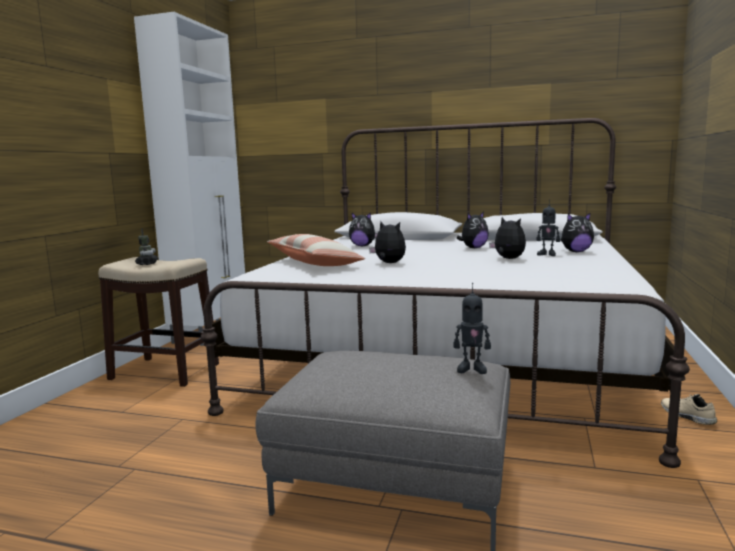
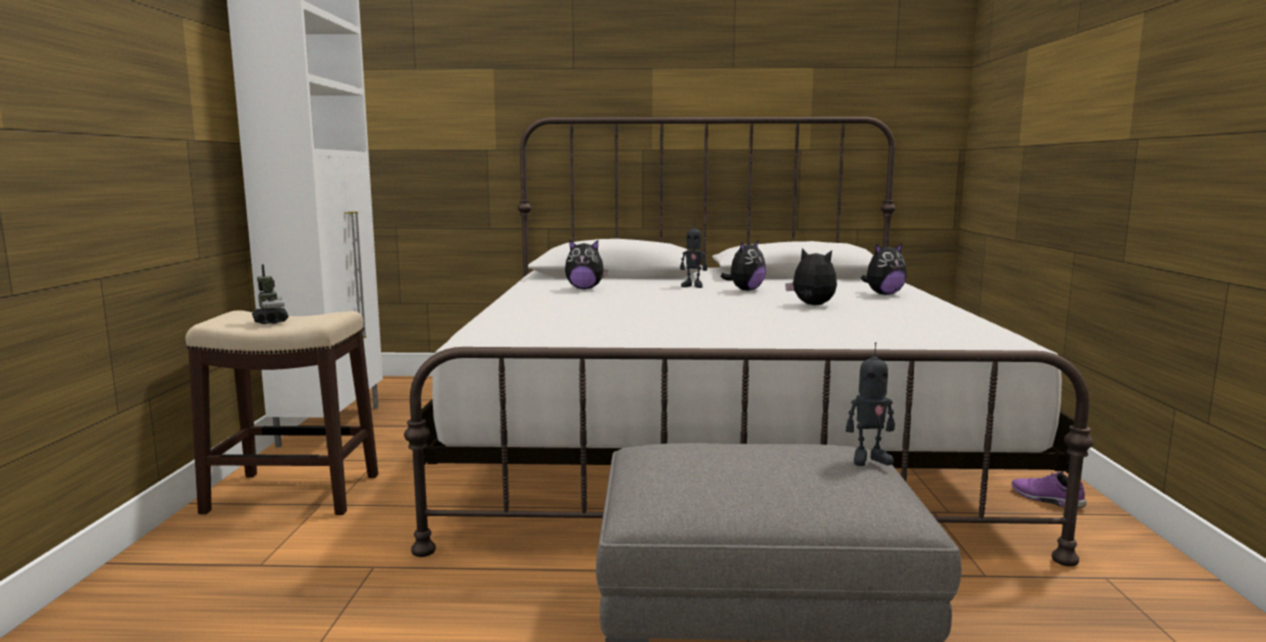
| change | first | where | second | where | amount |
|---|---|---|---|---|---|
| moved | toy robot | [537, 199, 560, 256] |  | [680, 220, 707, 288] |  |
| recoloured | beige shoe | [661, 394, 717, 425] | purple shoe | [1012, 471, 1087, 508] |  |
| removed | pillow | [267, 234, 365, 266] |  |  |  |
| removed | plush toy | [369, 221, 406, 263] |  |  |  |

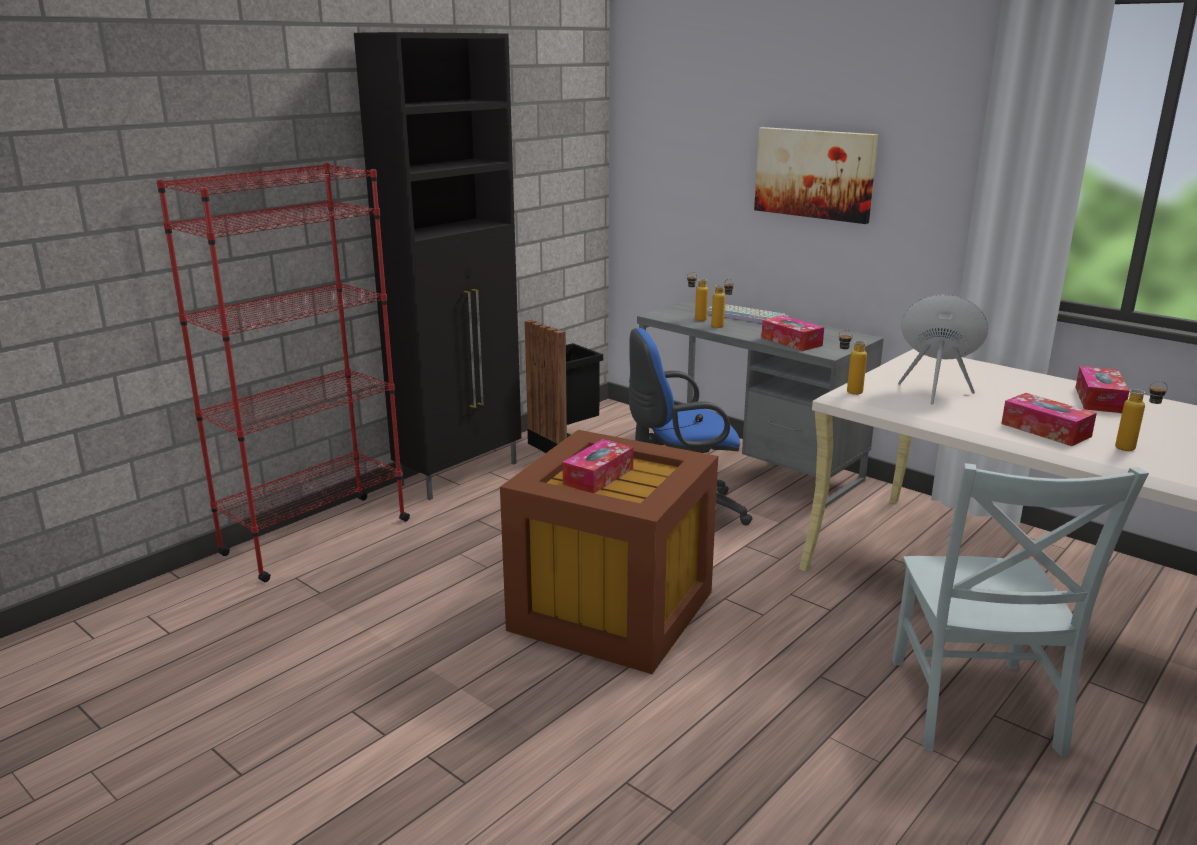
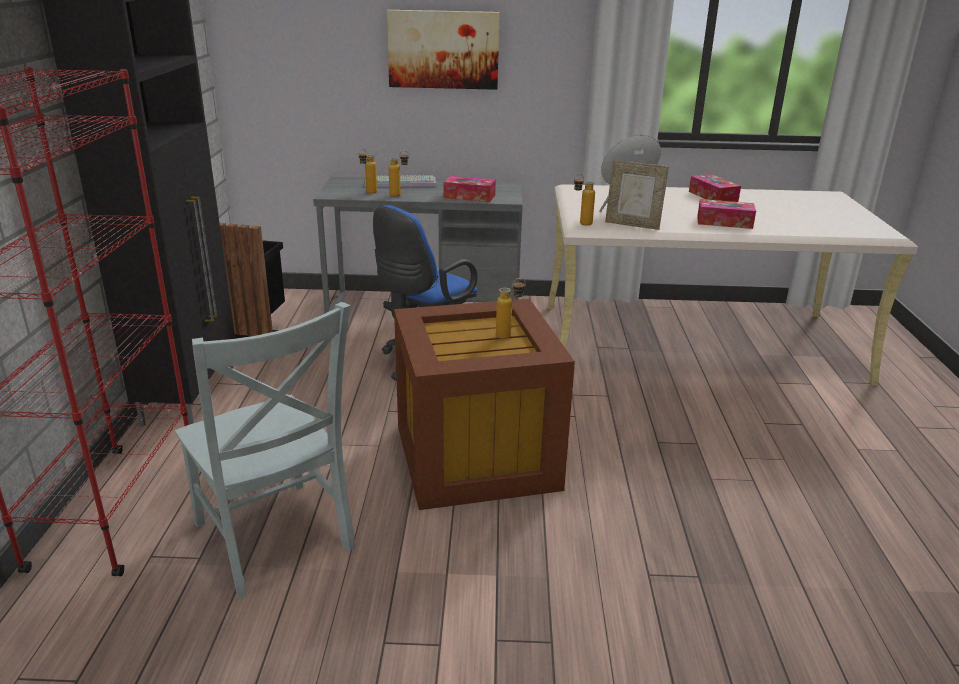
| change | first | where | second | where | amount |
|---|---|---|---|---|---|
| moved | grey chair | [892, 463, 1149, 756] |  | [175, 302, 356, 599] |  |
| moved | bottle | [1115, 381, 1168, 451] |  | [496, 278, 525, 339] |  |
| added |  |  | picture frame | [605, 160, 669, 230] |  |
| removed | tissue box | [562, 439, 633, 493] |  |  |  |

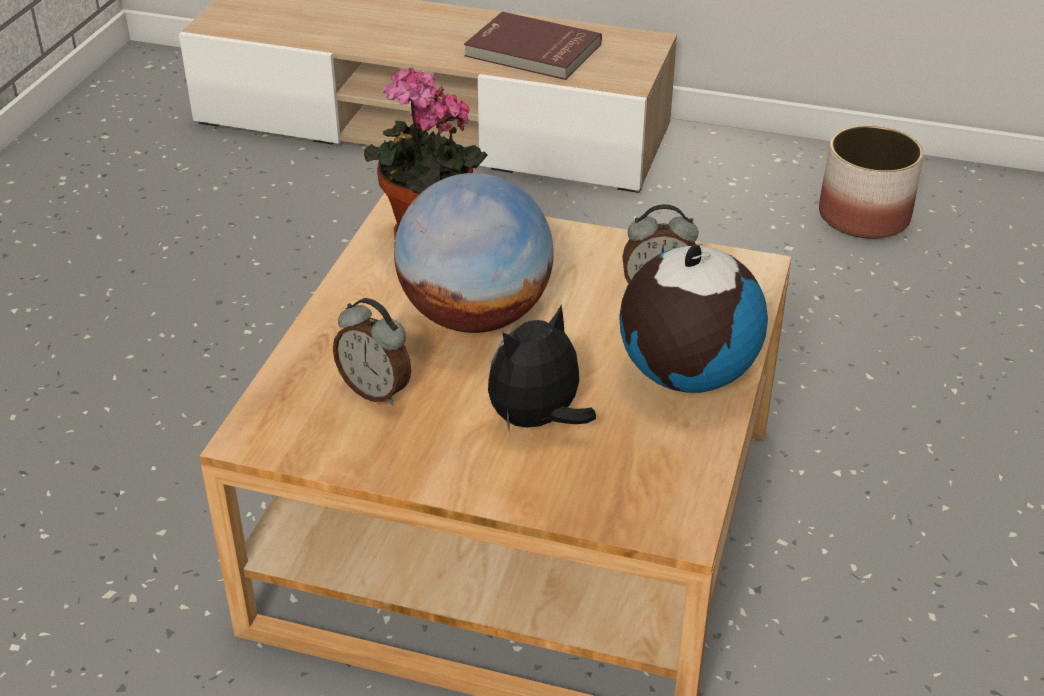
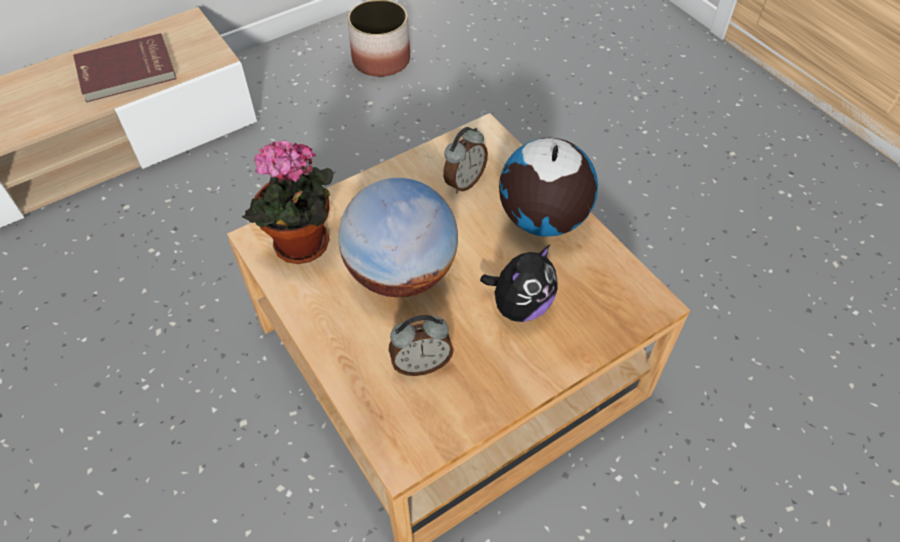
| change | first | where | second | where | amount |
|---|---|---|---|---|---|
| turned | plush toy | [488, 304, 596, 434] |  | [480, 244, 558, 322] | 135 degrees counterclockwise |

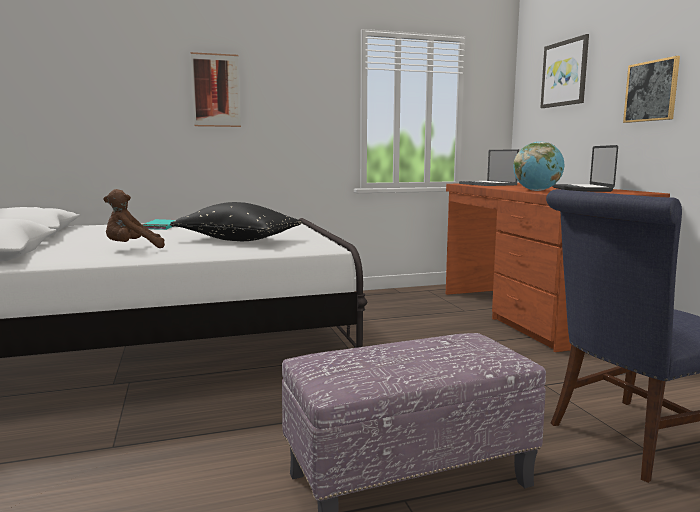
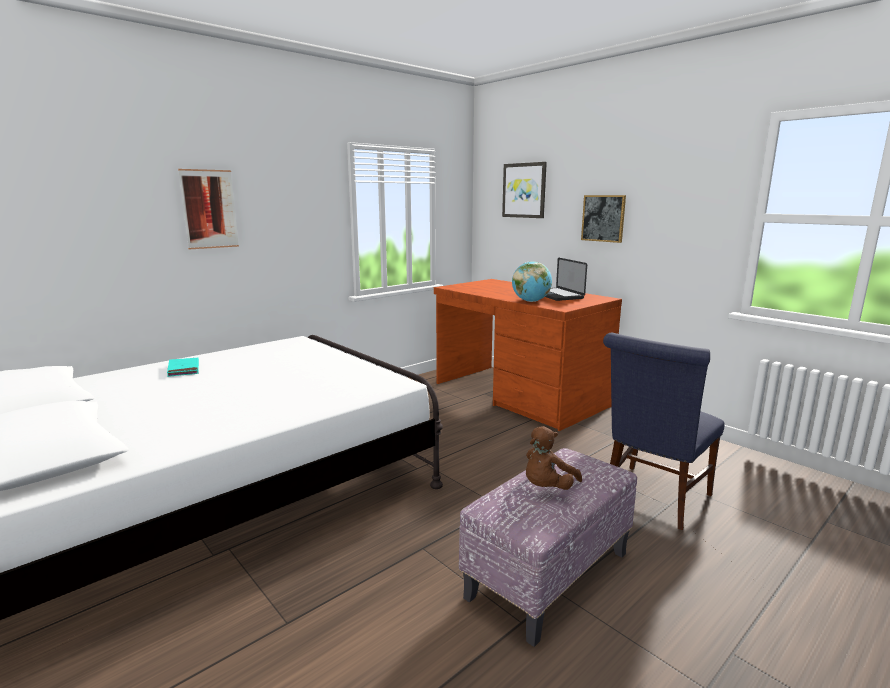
| change | first | where | second | where | amount |
|---|---|---|---|---|---|
| moved | brown plush toy | [103, 189, 165, 248] |  | [526, 426, 582, 490] |  |
| removed | black pillow | [170, 202, 303, 241] |  |  |  |
| removed | laptop | [459, 149, 519, 186] |  |  |  |

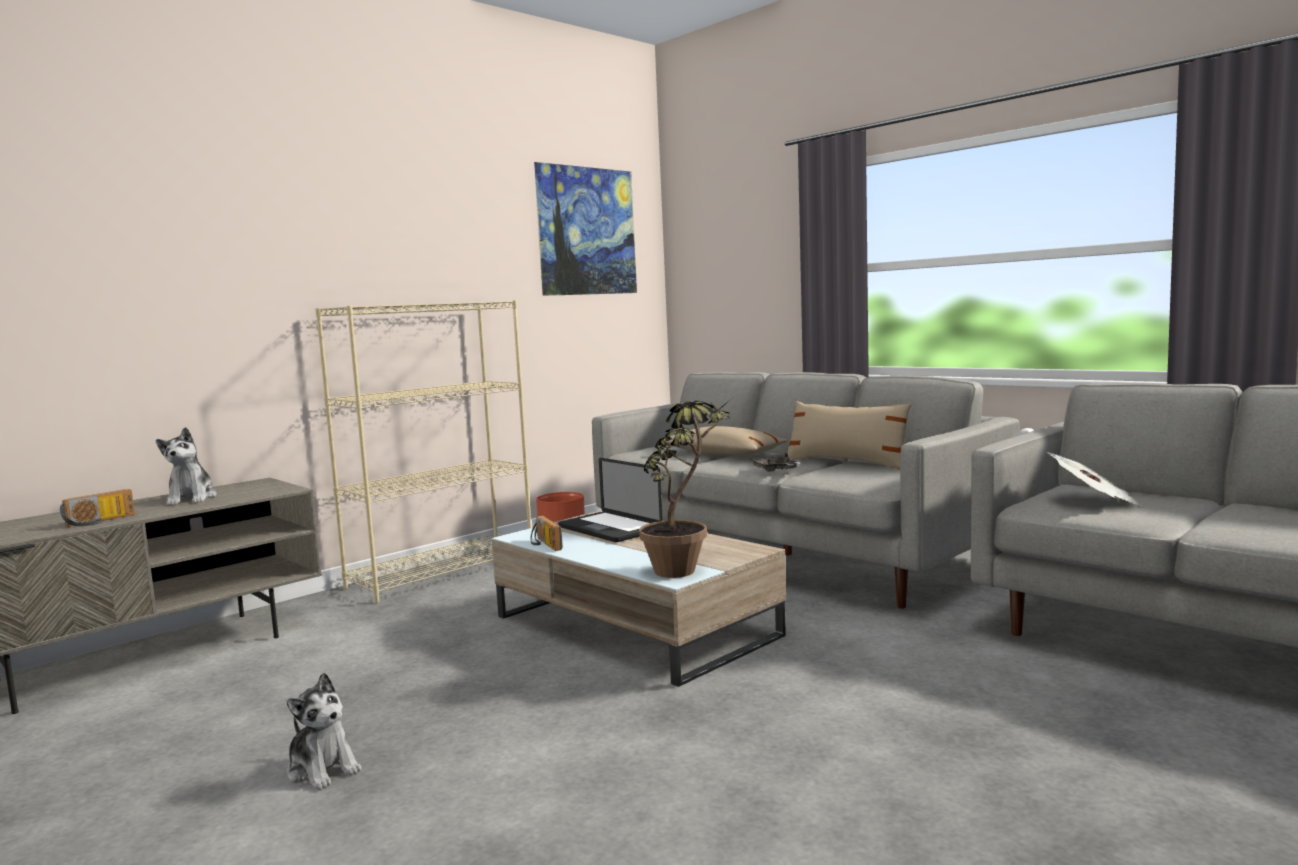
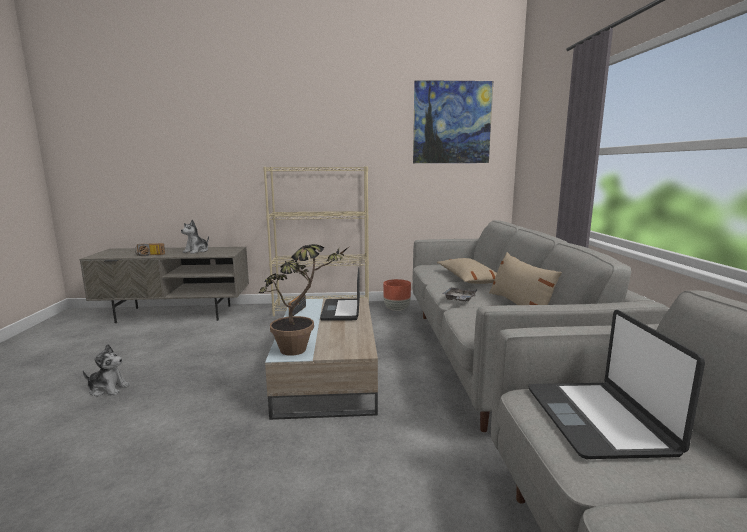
| change | first | where | second | where | amount |
|---|---|---|---|---|---|
| turned | plush toy | [287, 672, 362, 790] |  | [83, 344, 130, 397] | 75 degrees counterclockwise |
| replaced | newspaper | [1046, 452, 1143, 507] | laptop | [528, 310, 705, 459] |  |

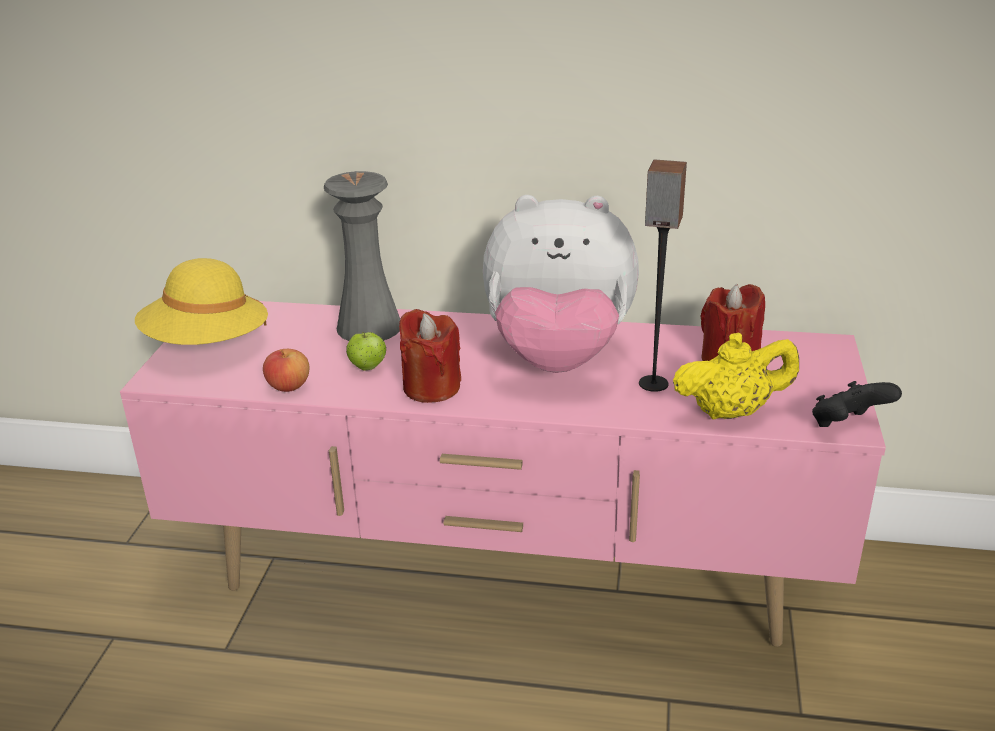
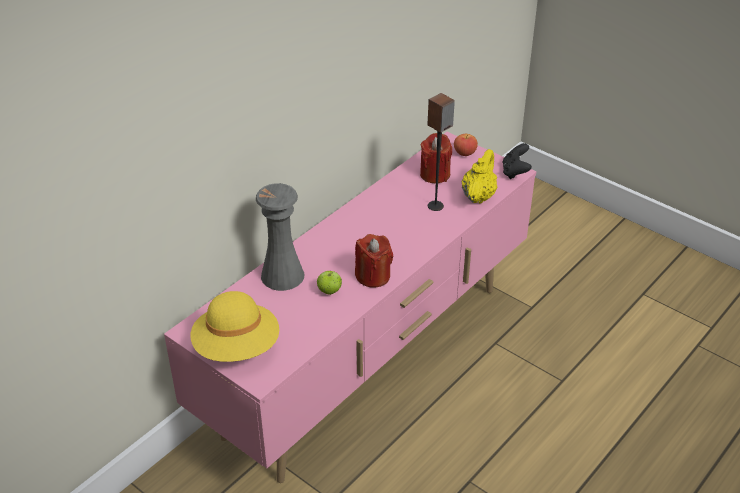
| change | first | where | second | where | amount |
|---|---|---|---|---|---|
| moved | apple | [263, 349, 310, 392] |  | [454, 134, 478, 156] |  |
| removed | plush toy | [483, 195, 639, 373] |  |  |  |

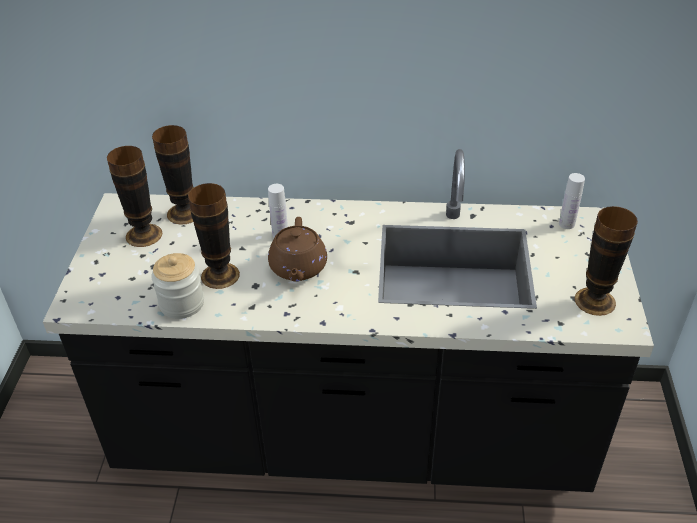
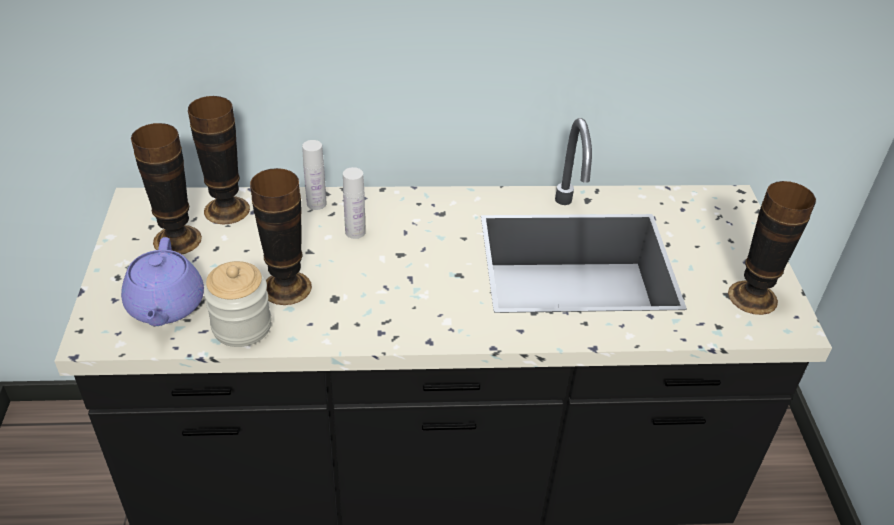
| change | first | where | second | where | amount |
|---|---|---|---|---|---|
| added |  |  | purple teapot | [121, 237, 204, 326] |  |
| moved | white bottle | [559, 173, 585, 229] |  | [302, 140, 326, 210] |  |
| removed | brown teapot | [268, 217, 327, 282] |  |  |  |

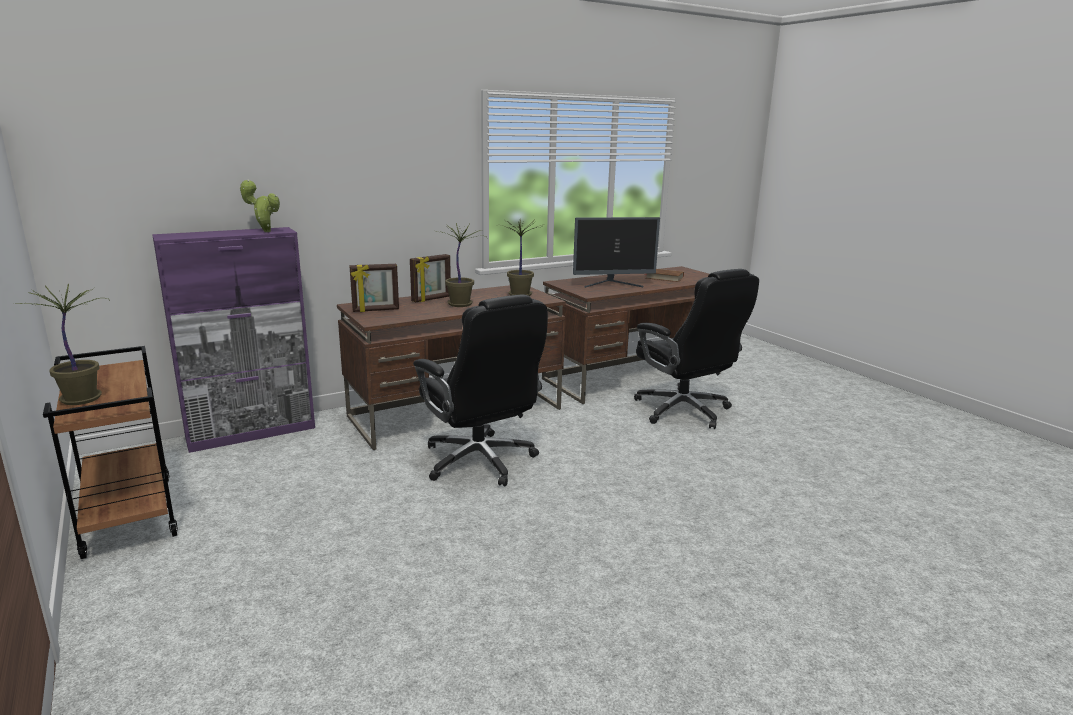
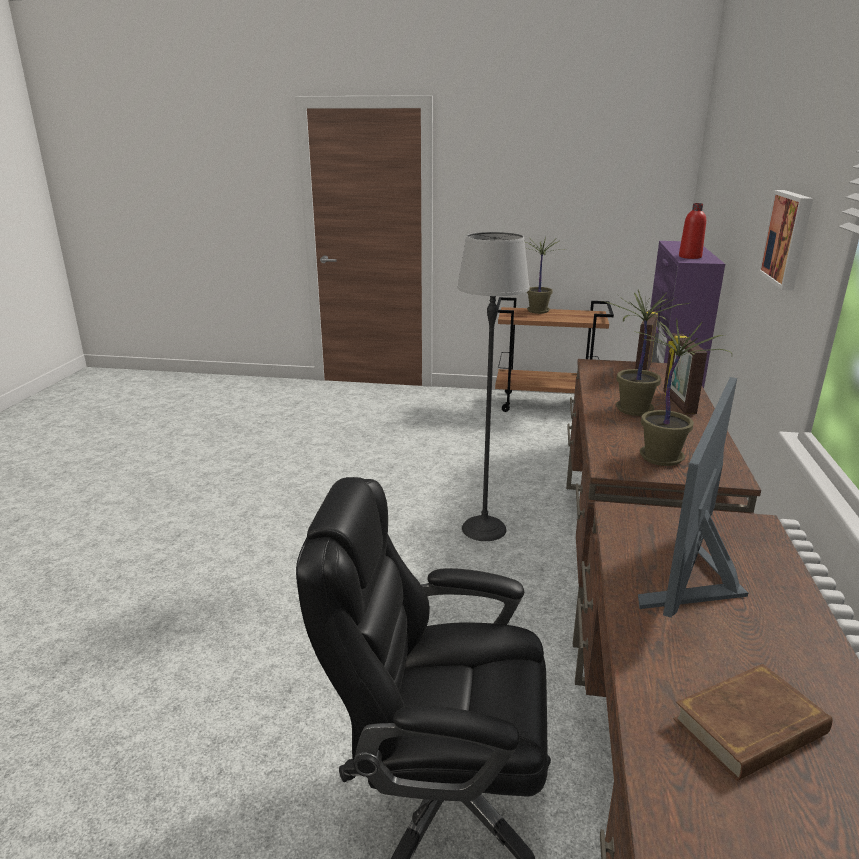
| change | first | where | second | where | amount |
|---|---|---|---|---|---|
| replaced | black office chair | [413, 295, 548, 486] | floor lamp | [457, 232, 530, 541] |  |
| replaced | potted plant | [239, 180, 280, 232] | red bottle | [679, 203, 706, 259] |  |
| added |  |  | picture | [758, 190, 813, 290] |  |

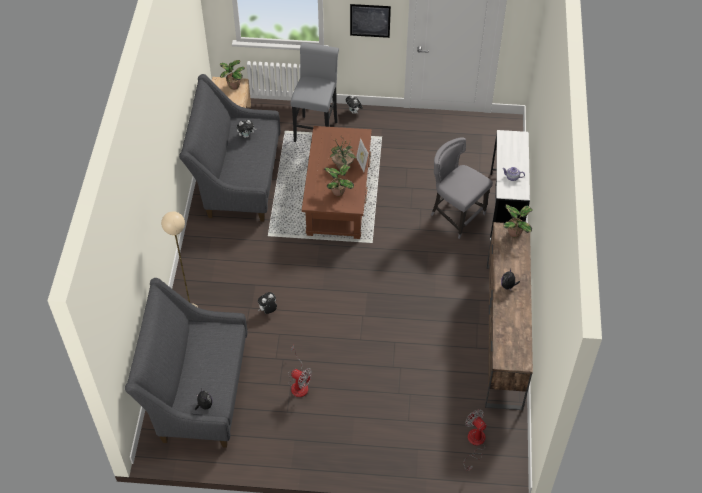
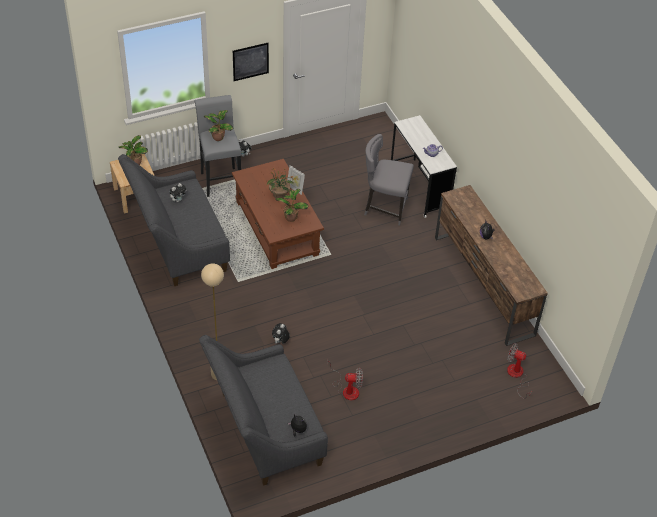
| change | first | where | second | where | amount |
|---|---|---|---|---|---|
| moved | potted plant | [503, 205, 533, 237] |  | [204, 110, 233, 141] |  |

